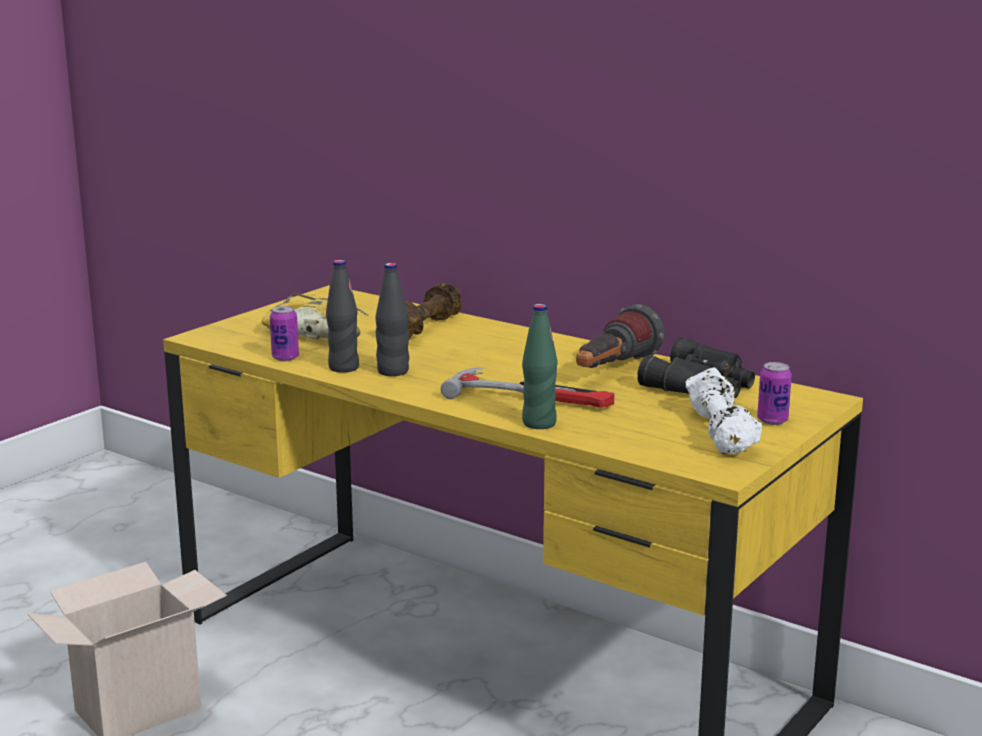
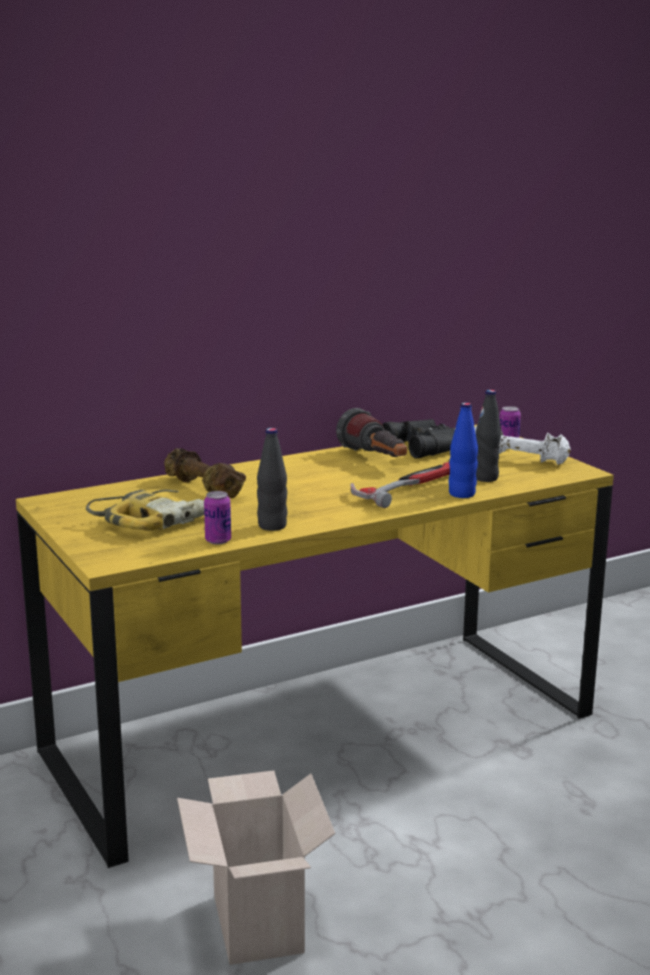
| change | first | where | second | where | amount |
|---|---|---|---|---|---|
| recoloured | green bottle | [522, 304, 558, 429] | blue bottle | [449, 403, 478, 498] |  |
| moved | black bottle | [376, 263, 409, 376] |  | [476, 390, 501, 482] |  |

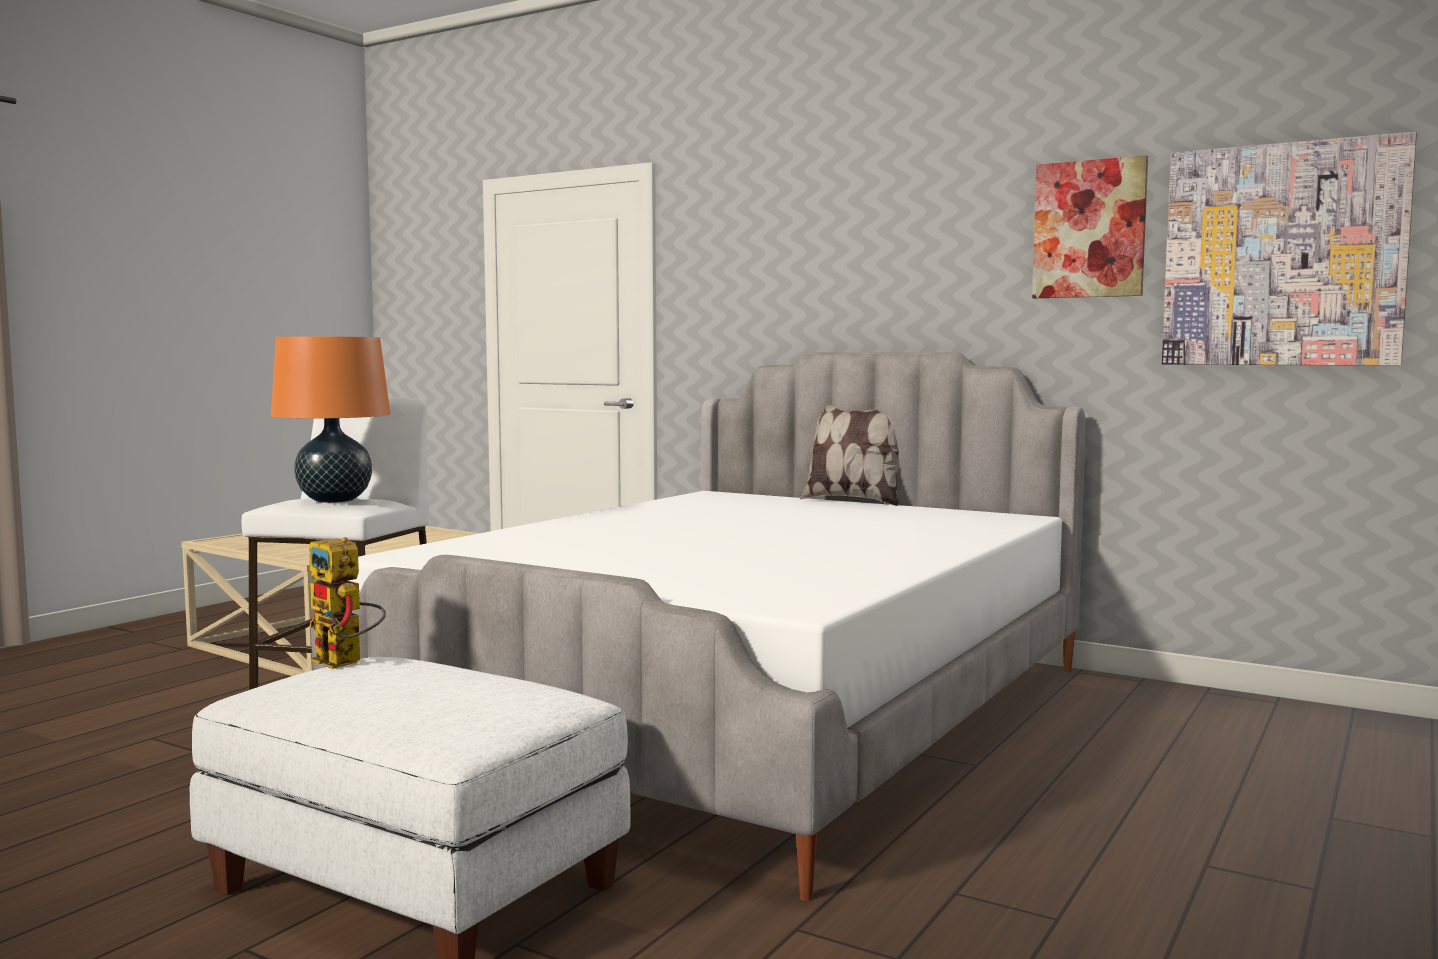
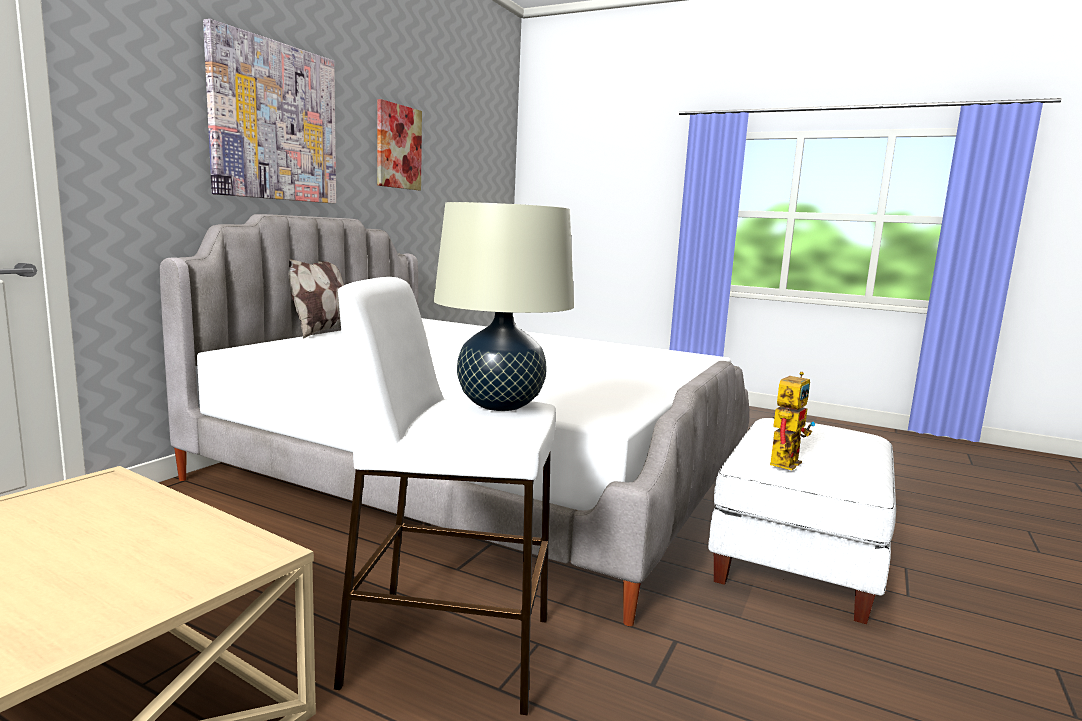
| change | first | where | second | where | amount |
|---|---|---|---|---|---|
| moved | picture | [1162, 132, 1417, 366] |  | [203, 19, 336, 203] |  |
| recoloured | orange table lamp | [271, 337, 391, 503] | beige table lamp | [434, 202, 574, 411] |  |

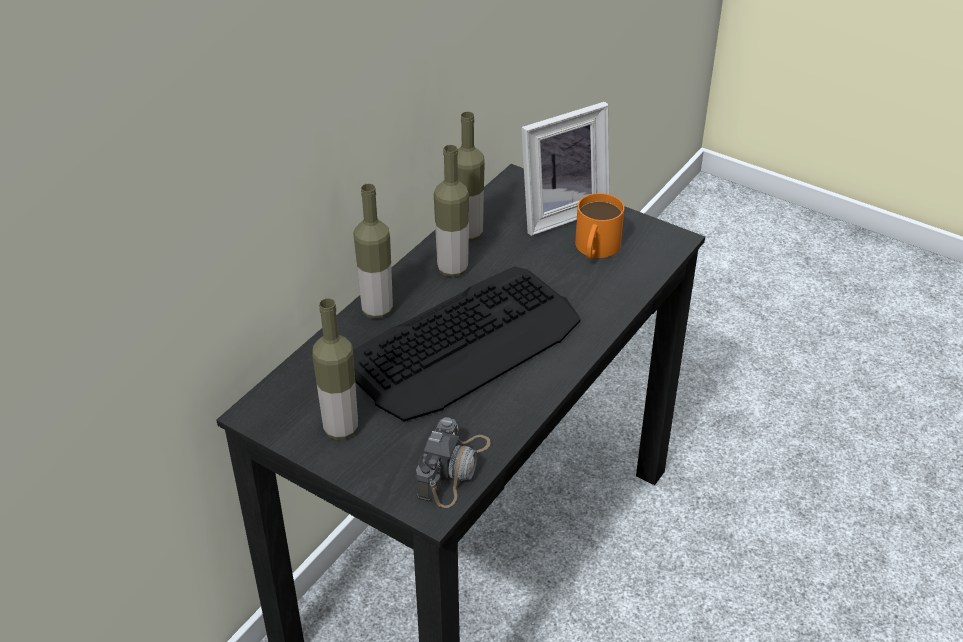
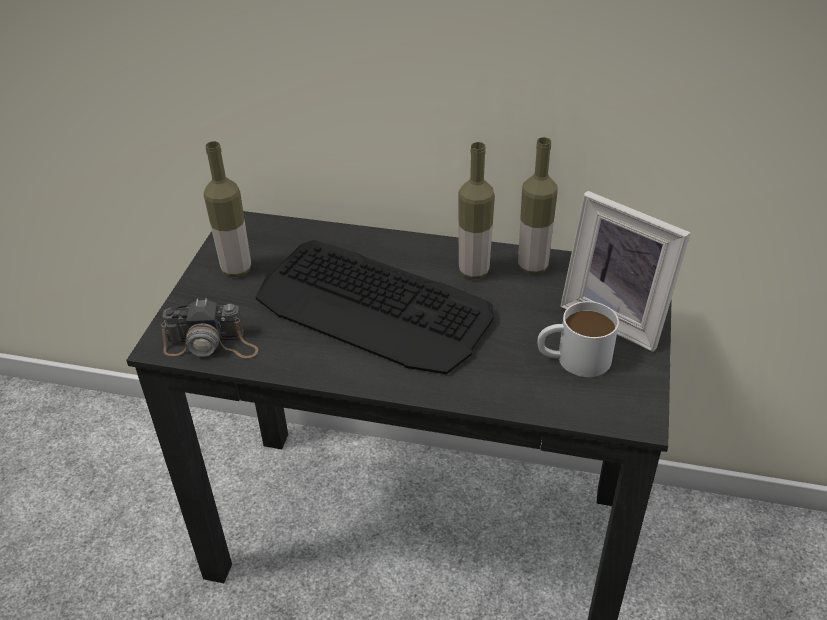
| change | first | where | second | where | amount |
|---|---|---|---|---|---|
| recoloured | orange mug | [575, 193, 624, 259] | white mug | [537, 301, 619, 377] |  |
| removed | bottle | [353, 184, 393, 319] |  |  |  |

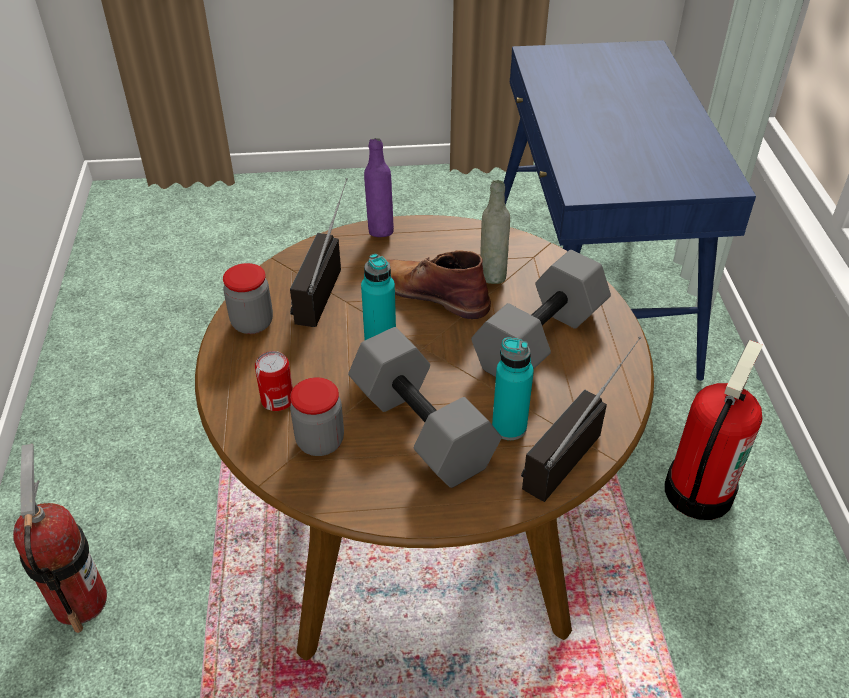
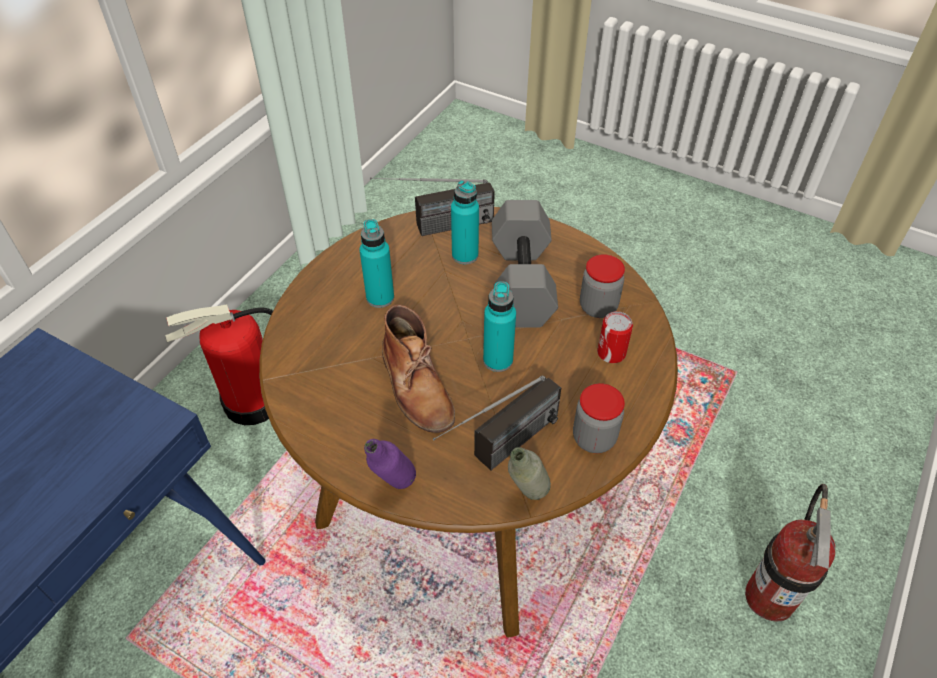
| change | first | where | second | where | amount |
|---|---|---|---|---|---|
| replaced | grey dumbbell | [471, 250, 611, 377] | turquoise bottle | [359, 219, 394, 308] |  |
| moved | grey bottle | [480, 180, 510, 284] |  | [508, 447, 551, 500] |  |

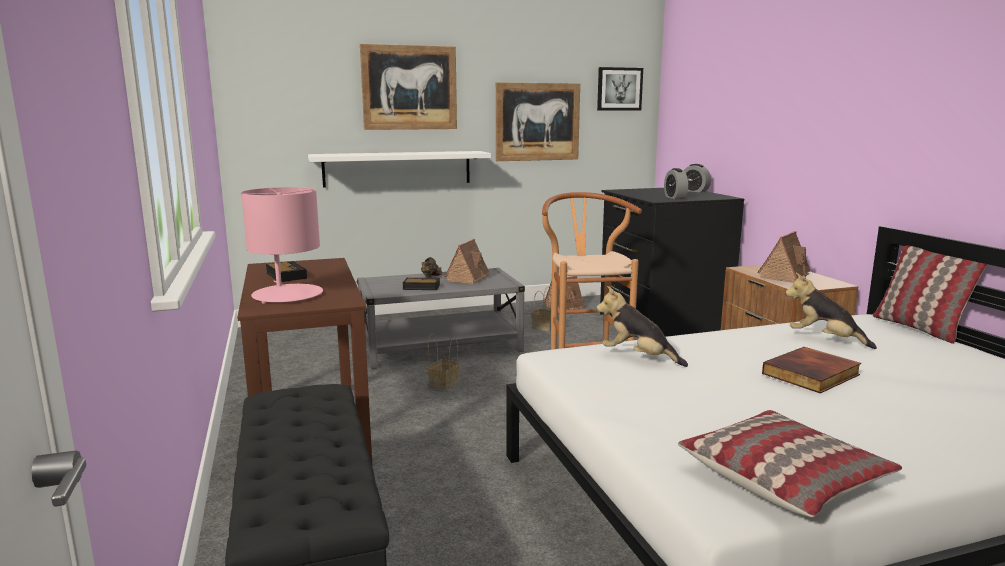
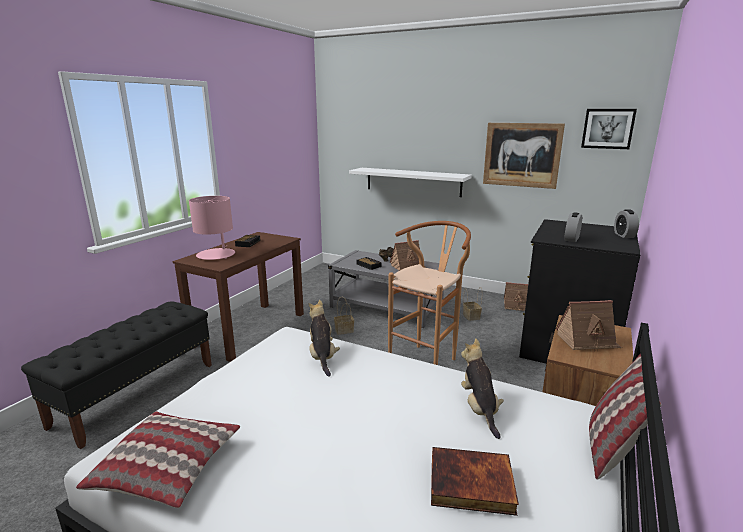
| change | first | where | second | where | amount |
|---|---|---|---|---|---|
| moved | book | [762, 347, 861, 393] |  | [431, 447, 519, 516] |  |
| removed | picture | [360, 44, 457, 130] |  |  |  |

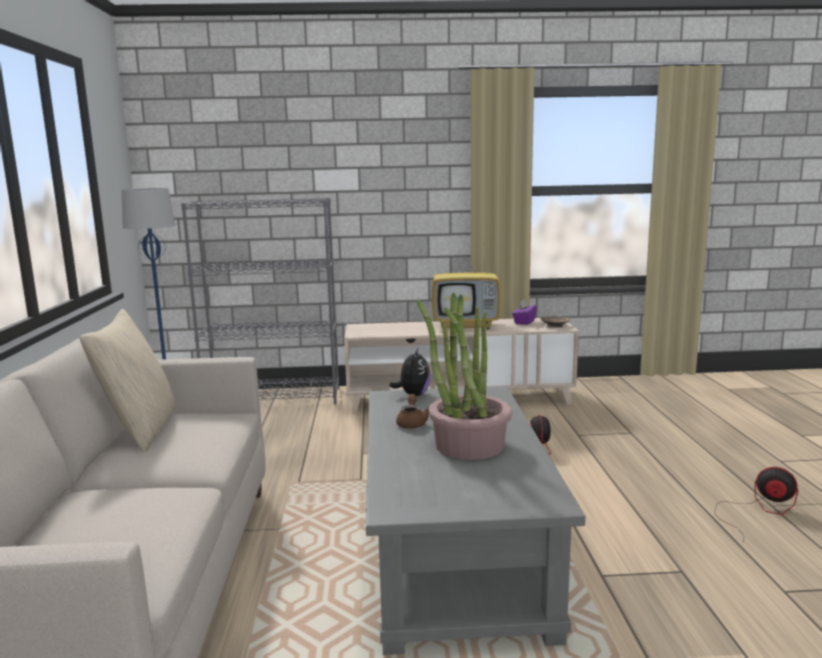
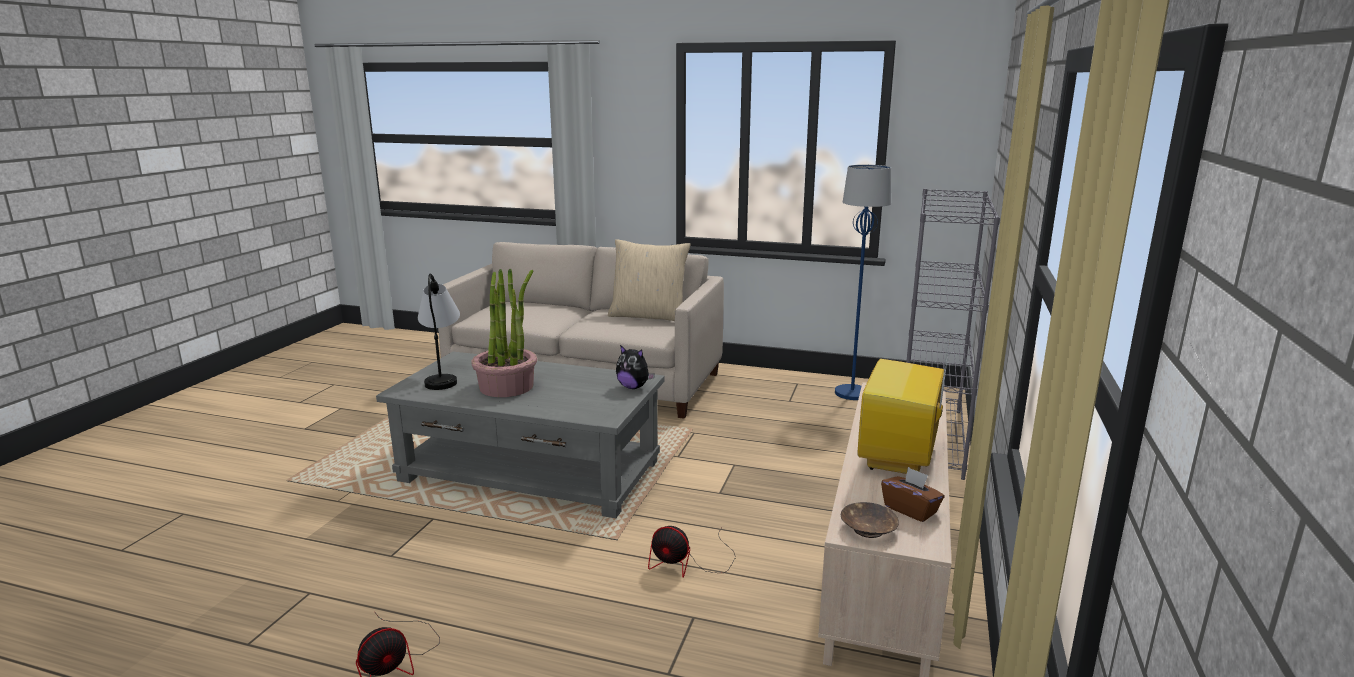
| change | first | where | second | where | amount |
|---|---|---|---|---|---|
| added |  |  | table lamp | [418, 273, 460, 390] |  |
| recoloured | purple tissue box | [512, 300, 537, 325] | brown tissue box | [881, 467, 945, 522] |  |
| removed | brown teapot | [396, 394, 429, 429] |  |  |  |

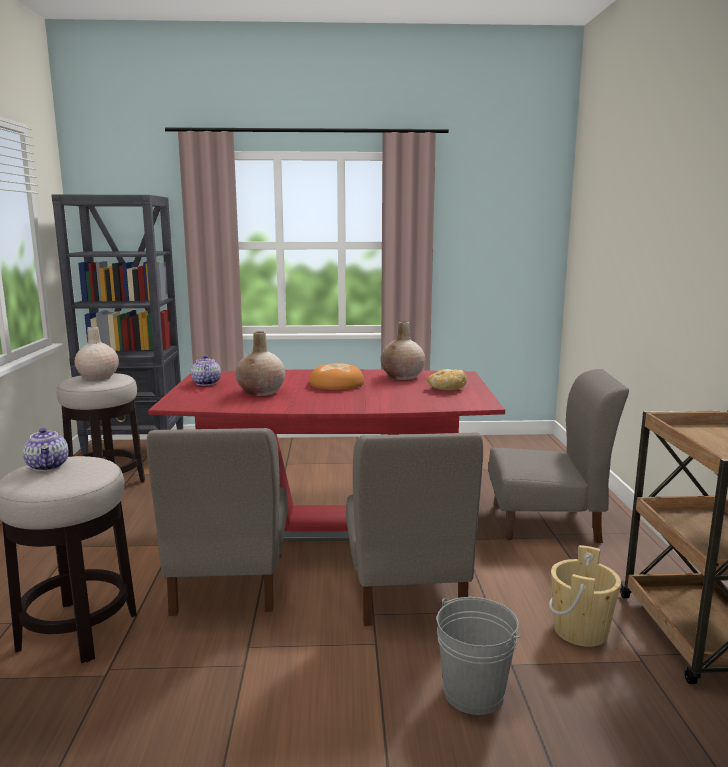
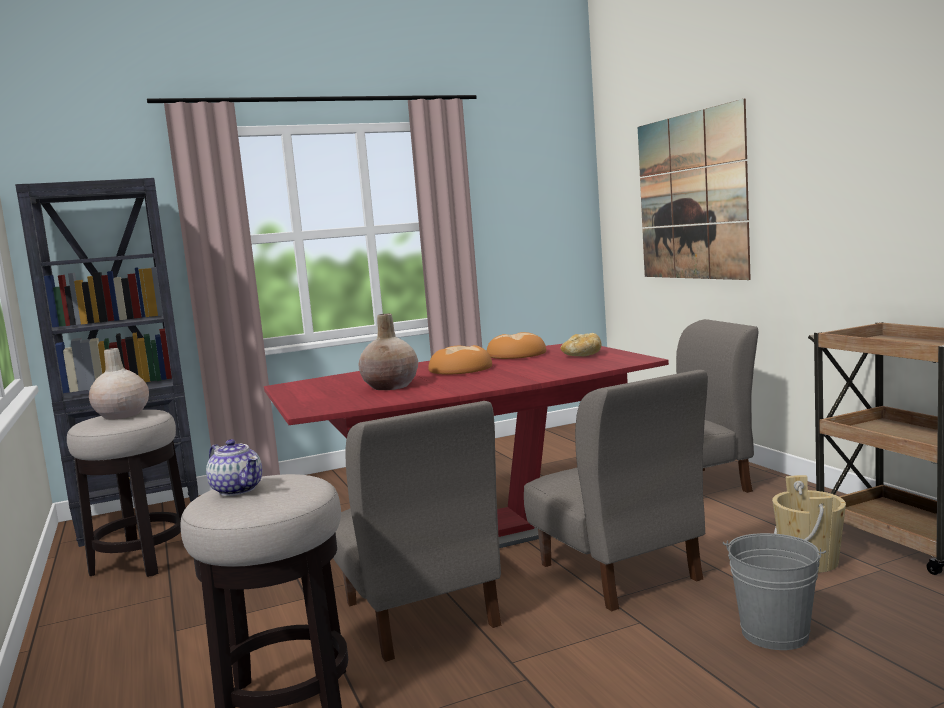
| change | first | where | second | where | amount |
|---|---|---|---|---|---|
| replaced | beige vase | [381, 321, 425, 380] | bread | [487, 332, 546, 359] |  |
| added |  |  | picture | [638, 99, 751, 280] |  |
| removed | teapot | [191, 355, 221, 386] |  |  |  |

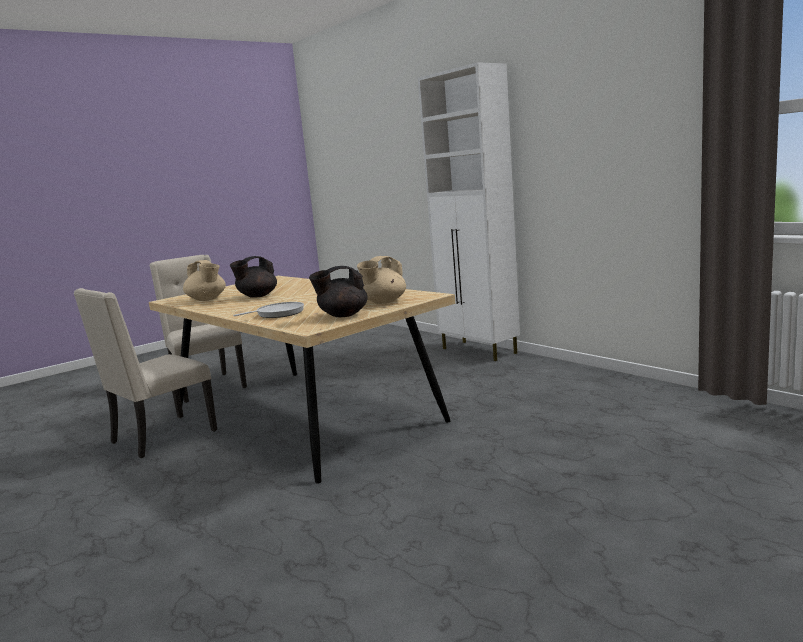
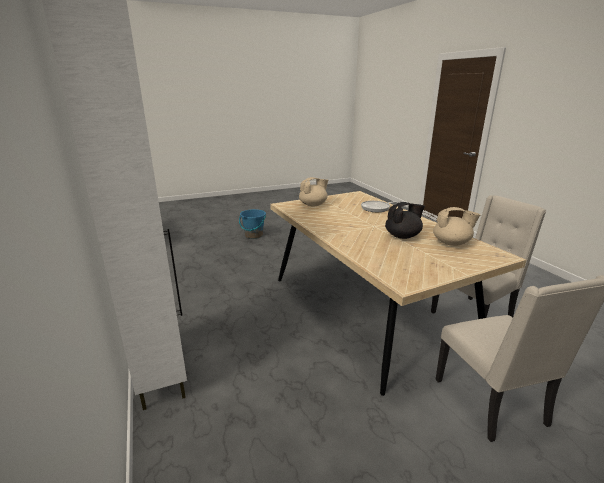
| change | first | where | second | where | amount |
|---|---|---|---|---|---|
| added |  |  | blue bucket | [239, 209, 266, 239] |  |
| turned | beige teapot | [183, 260, 226, 301] |  | [433, 207, 480, 246] | 120 degrees clockwise |
| removed | black teapot | [309, 266, 368, 317] |  |  |  |

